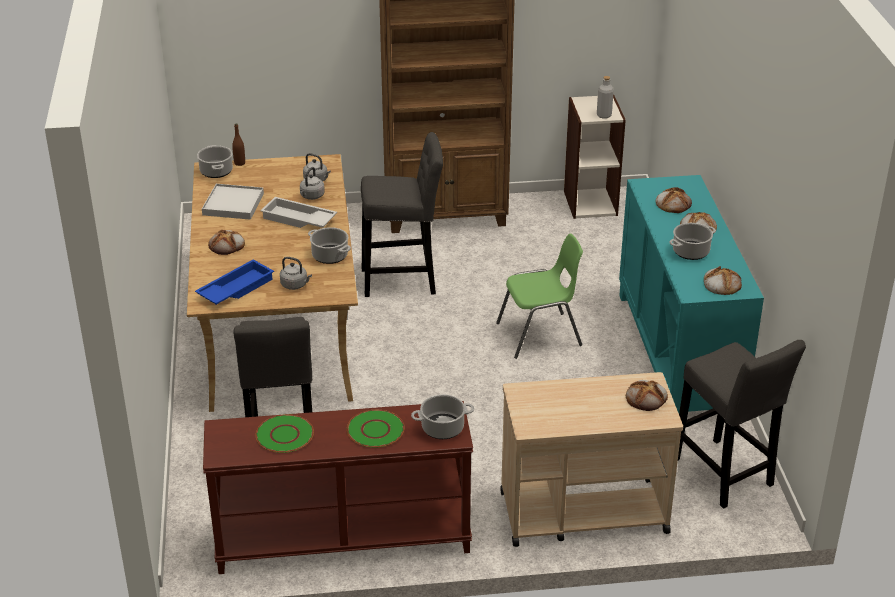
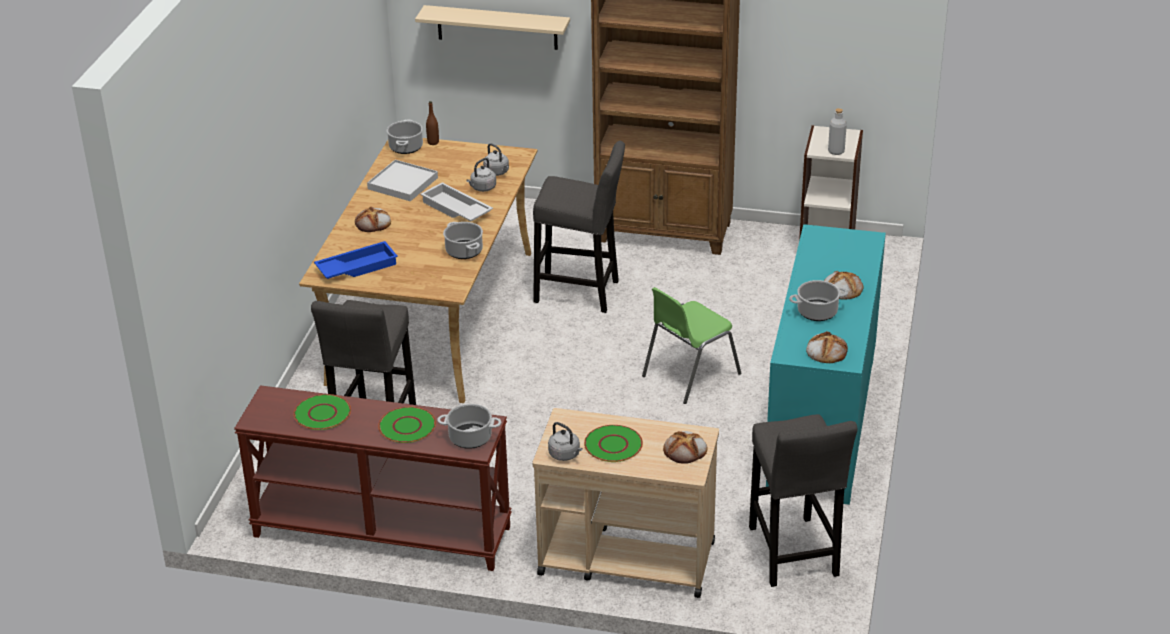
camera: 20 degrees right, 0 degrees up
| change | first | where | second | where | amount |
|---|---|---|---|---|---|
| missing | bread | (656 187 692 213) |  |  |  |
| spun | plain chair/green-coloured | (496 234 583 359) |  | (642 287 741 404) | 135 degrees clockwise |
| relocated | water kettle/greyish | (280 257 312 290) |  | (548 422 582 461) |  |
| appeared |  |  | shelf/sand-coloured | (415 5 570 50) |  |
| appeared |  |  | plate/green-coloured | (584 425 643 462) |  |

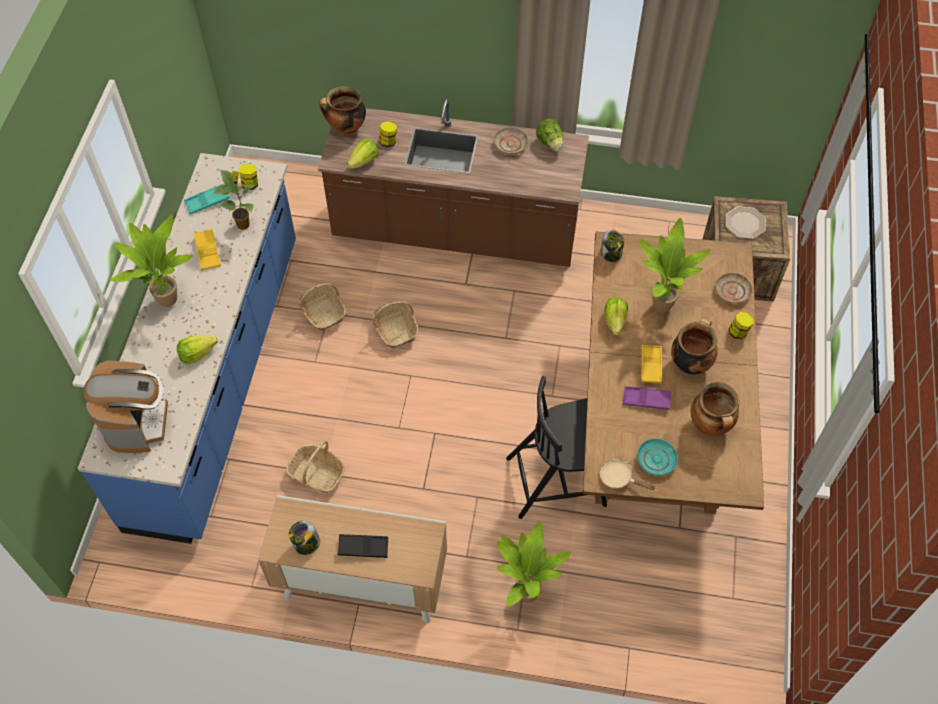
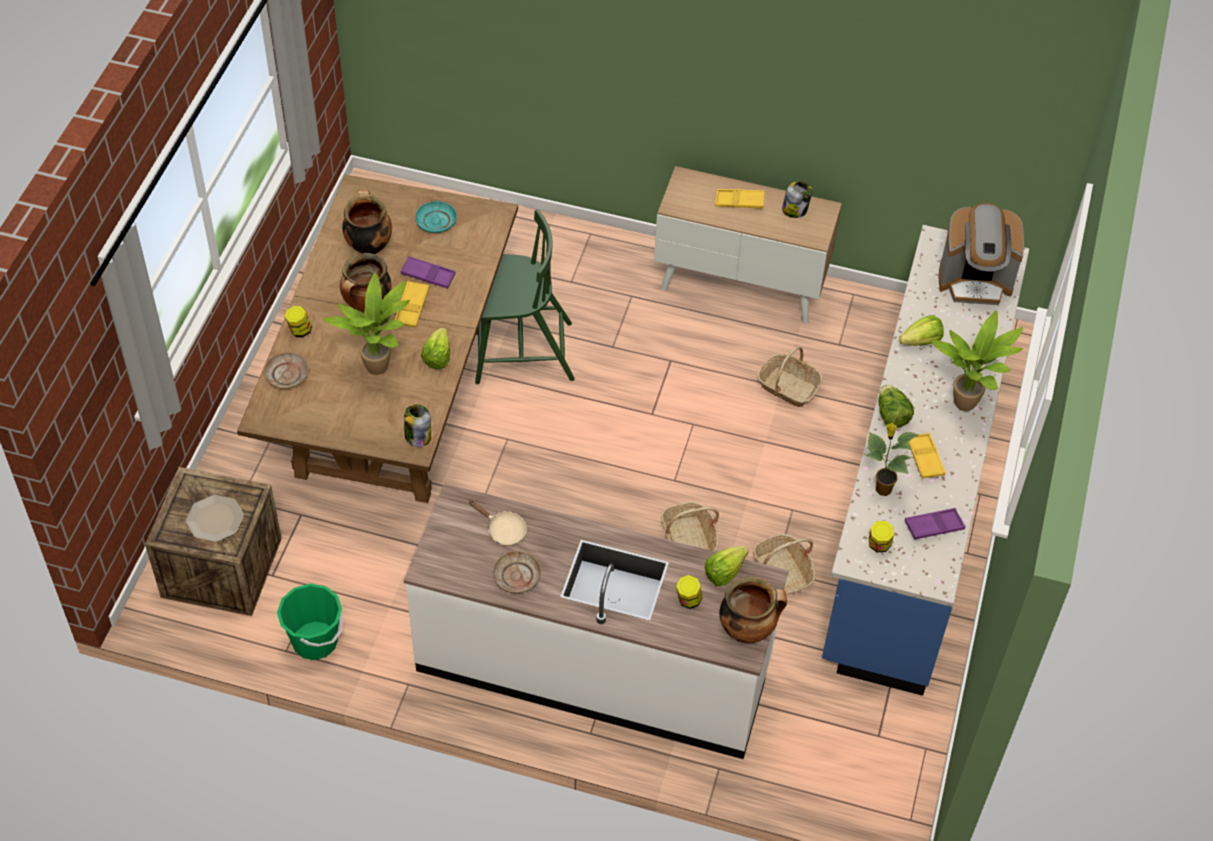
camera: 175 degrees left, 5 degrees down
| change | first | where | second | where | amount |
|---|---|---|---|---|---|
| colour | counter/brown-coloured | (318 99 589 267) | counter/whitish | (404 483 789 759) |  |
| relocated | lettuce | (536 119 563 151) |  | (878 385 914 428) |  |
| colour | serving tray/turquoise-coloured | (184 184 230 215) | serving tray/purple | (904 508 966 540) |  |
| spun | coffee maker | (84 361 168 453) |  | (939 203 1024 305) | 90 degrees counterclockwise |
| colour | plain chair/blackish | (506 376 607 519) | plain chair/green-coloured | (475 209 575 384) |  |
| relocated | frying pan/sand-coloured | (600 459 655 490) |  | (469 500 527 546) |  |
| missing | plant in a pot | (497 521 571 606) |  |  |  |
| colour | serving tray/blackish | (338 534 388 558) | serving tray/yellowish | (715 189 765 208) |  |
| appeared |  |  | bucket/green-coloured | (277 583 343 660) |  |

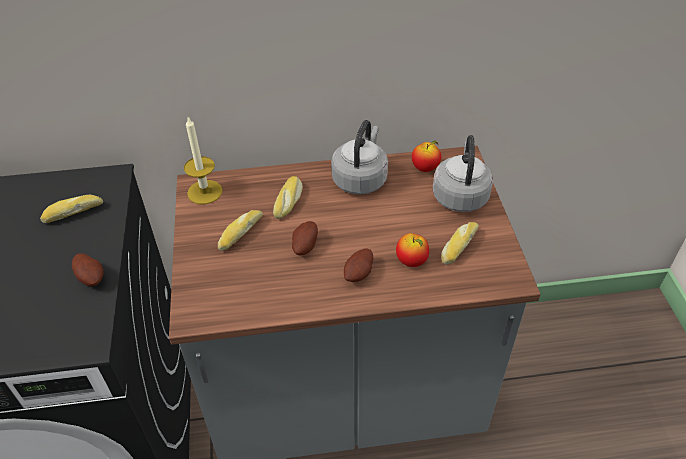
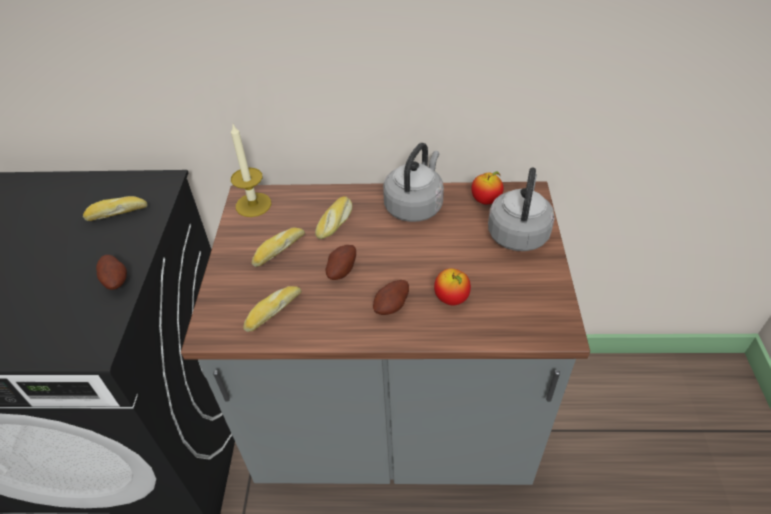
camera: 10 degrees right, 0 degrees up
| change | first | where | second | where | amount |
|---|---|---|---|---|---|
| relocated | bread | (441 222 479 265) |  | (243 286 302 332) |  |

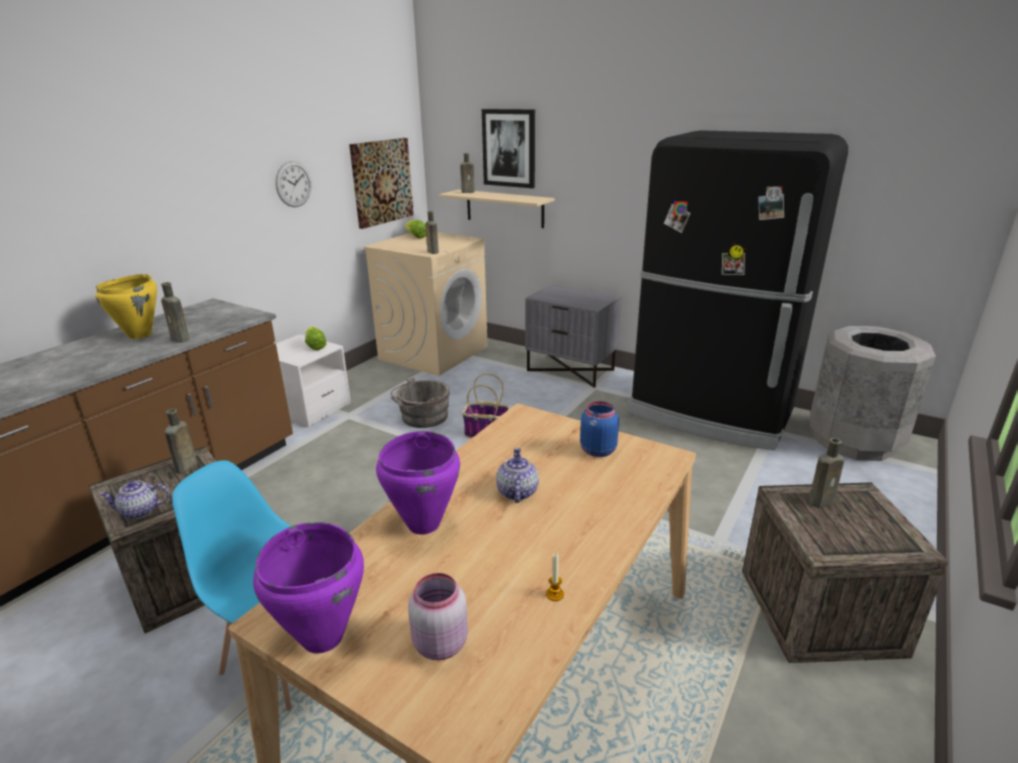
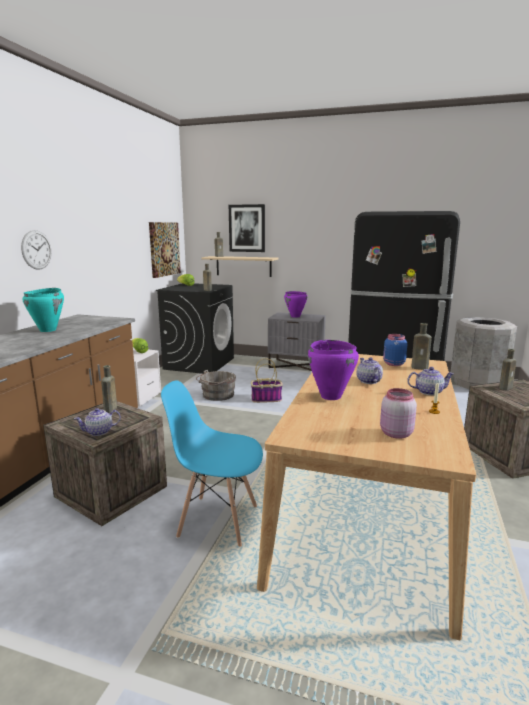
camera: 15 degrees left, 10 degrees down
| change | first | where | second | where | amount |
|---|---|---|---|---|---|
| relocated | hanging clock | (275 161 311 207) |  | (21 230 52 270) |  |
| colour | washing machine/sand-coloured | (363 232 487 376) | washing machine/blackish | (156 283 234 374) |  |
| colour | cooking pot/yellowish | (95 274 157 339) | cooking pot/turquoise-coloured | (22 288 64 332) |  |
| relocated | bottle/brown-coloured | (161 282 189 343) |  | (411 323 432 370) |  |
| relocated | cooking pot/purple | (253 522 364 654) |  | (284 291 308 318) |  |
| appeared |  |  | teapot | (407 367 454 395) |  |

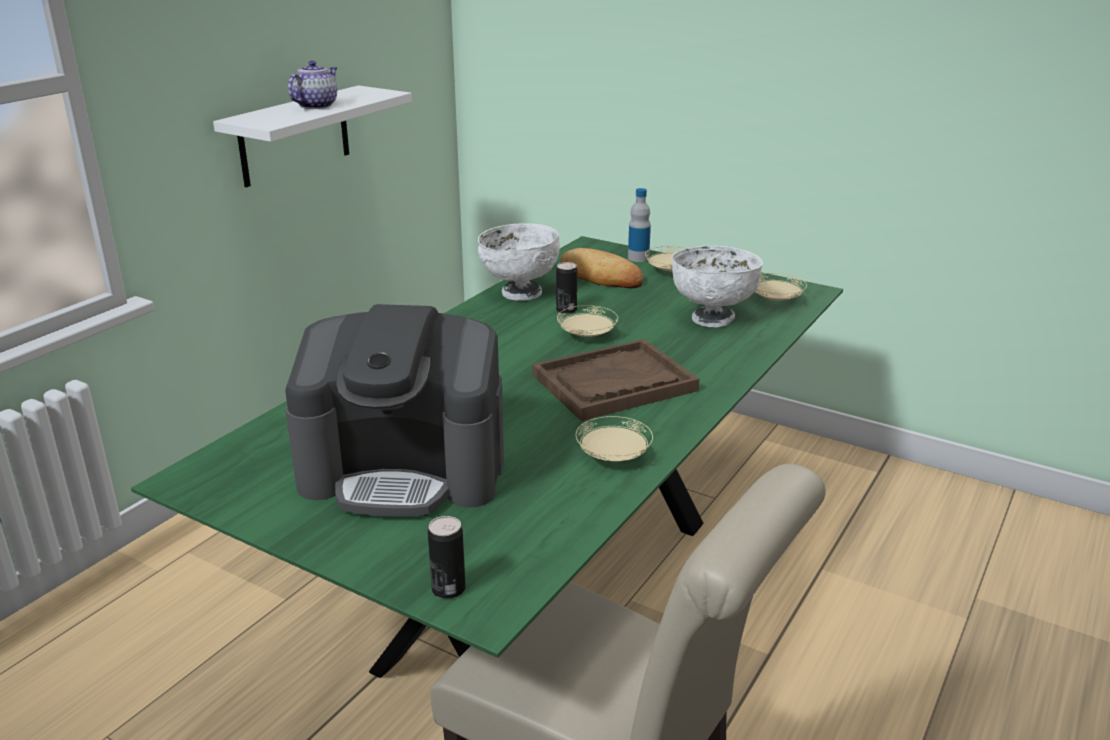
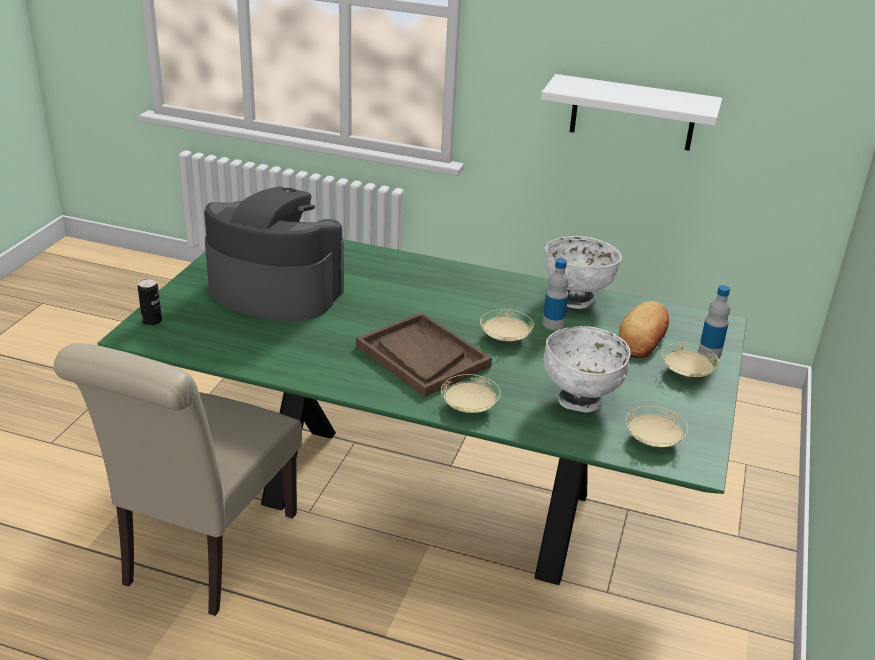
camera: 75 degrees right, 5 degrees up
| change | first | where | second | where | amount |
|---|---|---|---|---|---|
| missing | teapot | (288 61 337 109) |  |  |  |
| exchanged | sealed can | (556 262 577 314) | bottle | (543 258 569 330) |  |
| spun | coffee maker | (285 304 504 516) |  | (204 186 344 321) | 120 degrees clockwise |
| relocated | plate/sand-coloured | (576 416 653 461) |  | (441 374 501 413) |  |

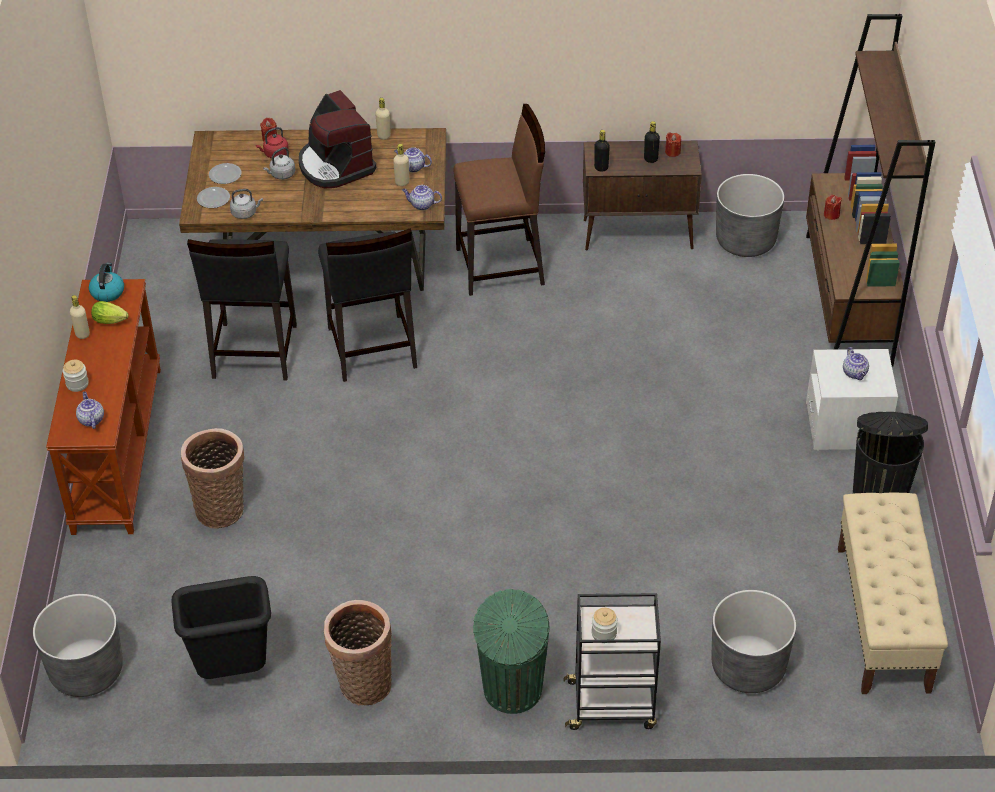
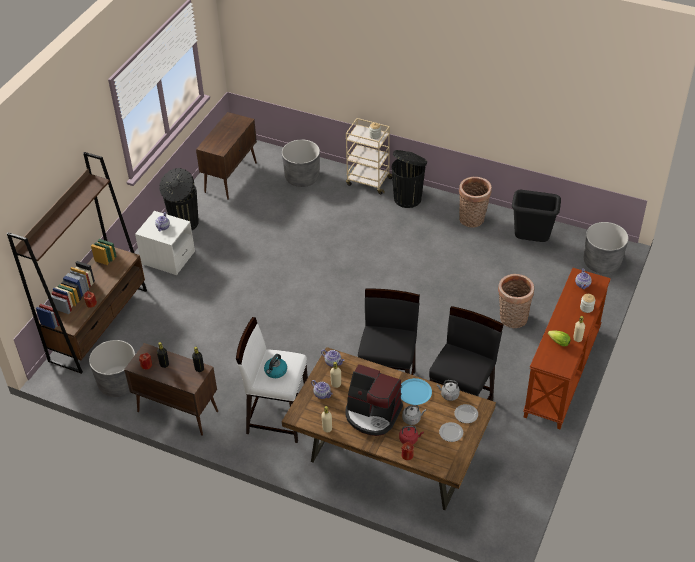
camera: 155 degrees left, 0 degrees up
| change | first | where | second | where | amount |
|---|---|---|---|---|---|
| spun | coffee maker | (299 90 376 189) |  | (345 364 403 436) | 120 degrees clockwise |
| colour | sitting stool/brown-coloured | (453 104 545 296) | sitting stool/whitish | (236 317 308 443) |  |
| relocated | water kettle | (89 263 124 302) |  | (264 354 287 378) |  |
| exchanged | indoor bench/sand-coloured | (838 493 948 694) | storage cabinet/brown-coloured | (196 112 257 200) |  |
| colour | rubbish bin/green-coloured | (473 589 549 714) | rubbish bin/blackish | (392 150 427 208) |  |
| colour | wheeled cart/blackish | (564 593 661 730) | wheeled cart/sand-coloured | (346 118 392 194) |  |
| appeared |  |  | plate/blue-coloured | (401 378 432 405) |  |

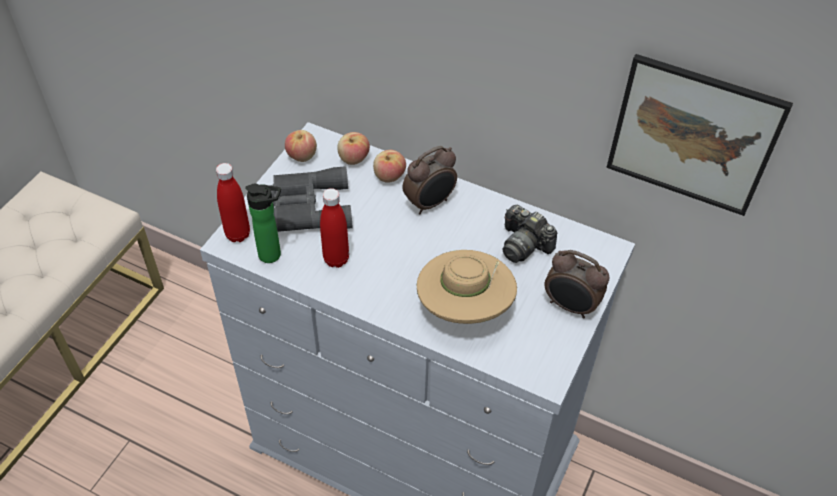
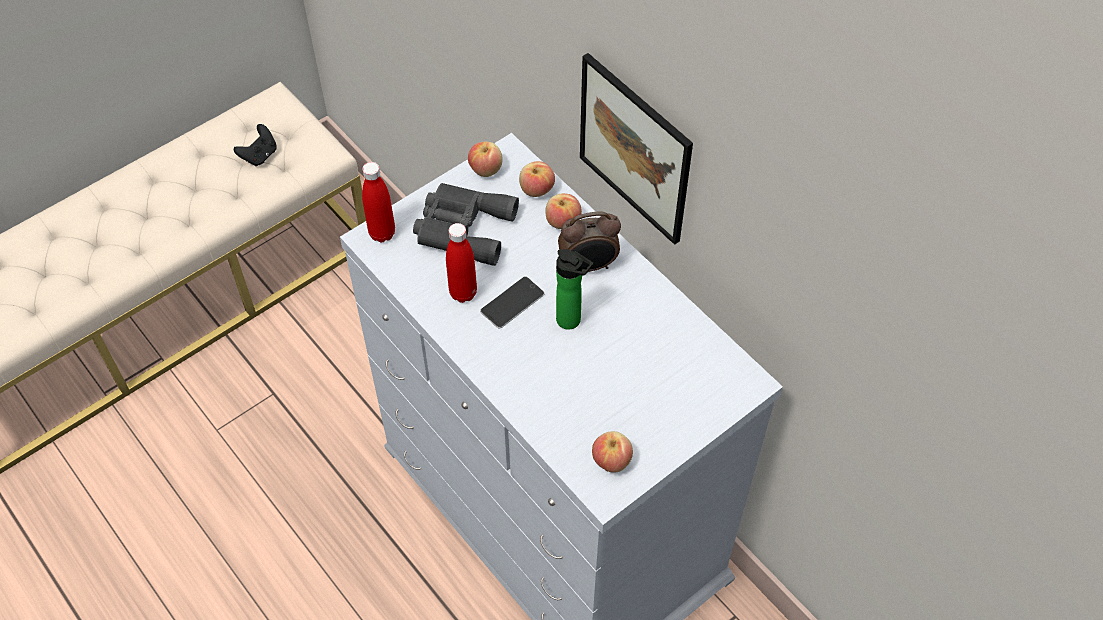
camera: 25 degrees right, 5 degrees up
| change | first | where | second | where | amount |
|---|---|---|---|---|---|
| relocated | wall picture | (606 54 793 216) |  | (580 53 693 245) |  |
| relocated | bottle | (245 184 281 263) |  | (556 249 593 330) |  |
| missing | photo camera | (503 205 558 263) |  |  |  |
| missing | hat/sand-coloured | (417 250 517 324) |  |  |  |
| missing | bedside clock | (544 250 609 318) |  |  |  |
| appeared |  |  | game controller/blackish | (234 124 277 166) |  |
| appeared |  |  | handset | (480 276 545 329) |  |
| appeared |  |  | apple | (592 431 633 473) |  |

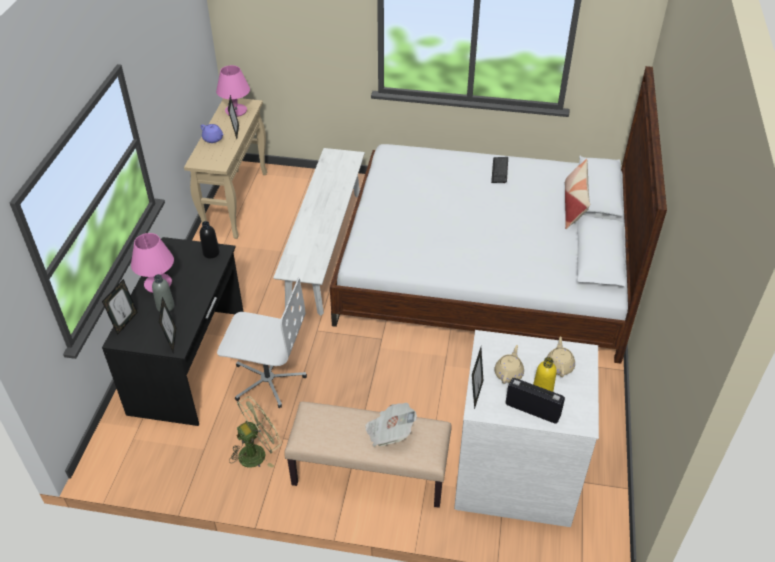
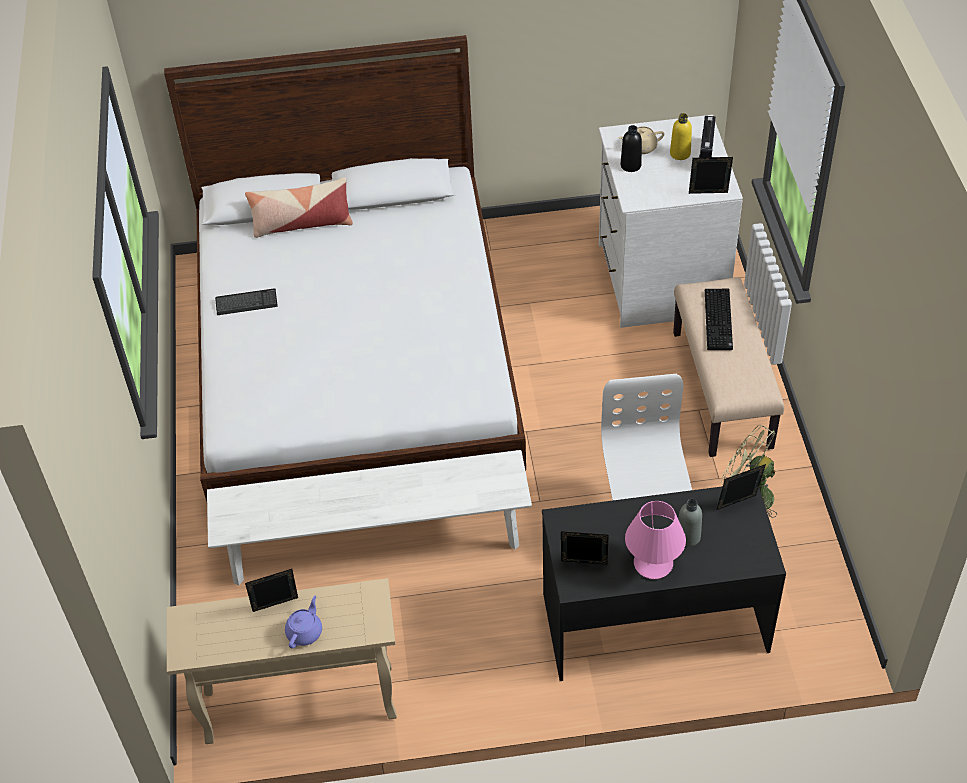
camera: 105 degrees left, 5 degrees up
| change | first | where | second | where | amount |
|---|---|---|---|---|---|
| missing | lamp for a table/pink | (216 65 250 117) |  |  |  |
| relocated | bottle/blackish | (200 221 220 258) |  | (621 125 642 172) |  |
| relocated | picture frame | (102 279 138 335) |  | (561 531 609 564) |  |
| missing | teapot/sand-coloured | (494 345 524 384) |  |  |  |
| exchanged | printed paper | (365 403 417 447) | keyboard | (705 289 733 350) |  |

